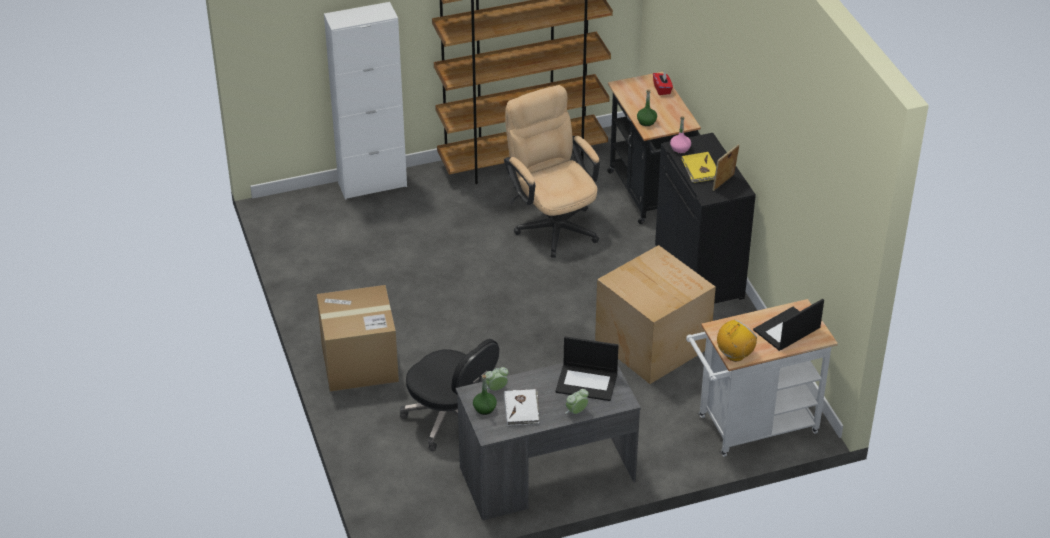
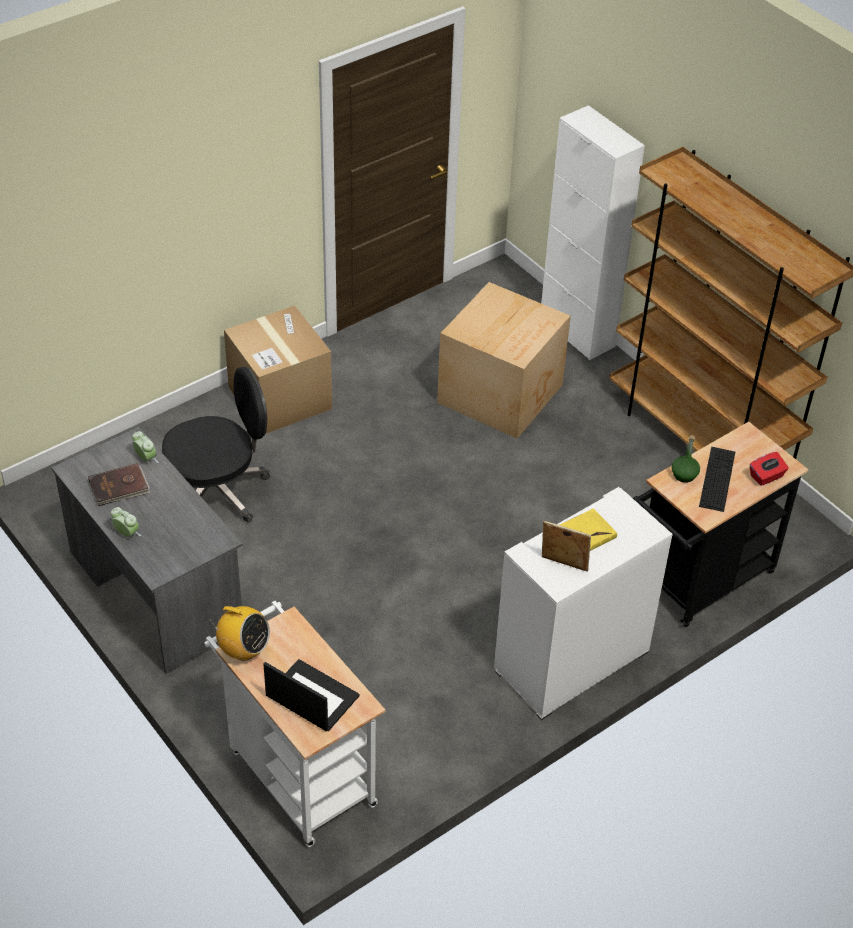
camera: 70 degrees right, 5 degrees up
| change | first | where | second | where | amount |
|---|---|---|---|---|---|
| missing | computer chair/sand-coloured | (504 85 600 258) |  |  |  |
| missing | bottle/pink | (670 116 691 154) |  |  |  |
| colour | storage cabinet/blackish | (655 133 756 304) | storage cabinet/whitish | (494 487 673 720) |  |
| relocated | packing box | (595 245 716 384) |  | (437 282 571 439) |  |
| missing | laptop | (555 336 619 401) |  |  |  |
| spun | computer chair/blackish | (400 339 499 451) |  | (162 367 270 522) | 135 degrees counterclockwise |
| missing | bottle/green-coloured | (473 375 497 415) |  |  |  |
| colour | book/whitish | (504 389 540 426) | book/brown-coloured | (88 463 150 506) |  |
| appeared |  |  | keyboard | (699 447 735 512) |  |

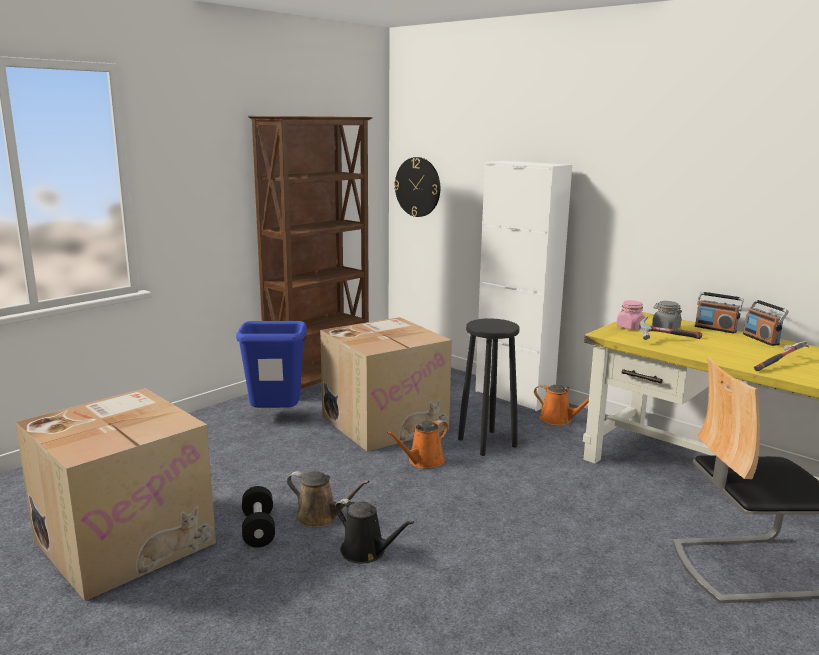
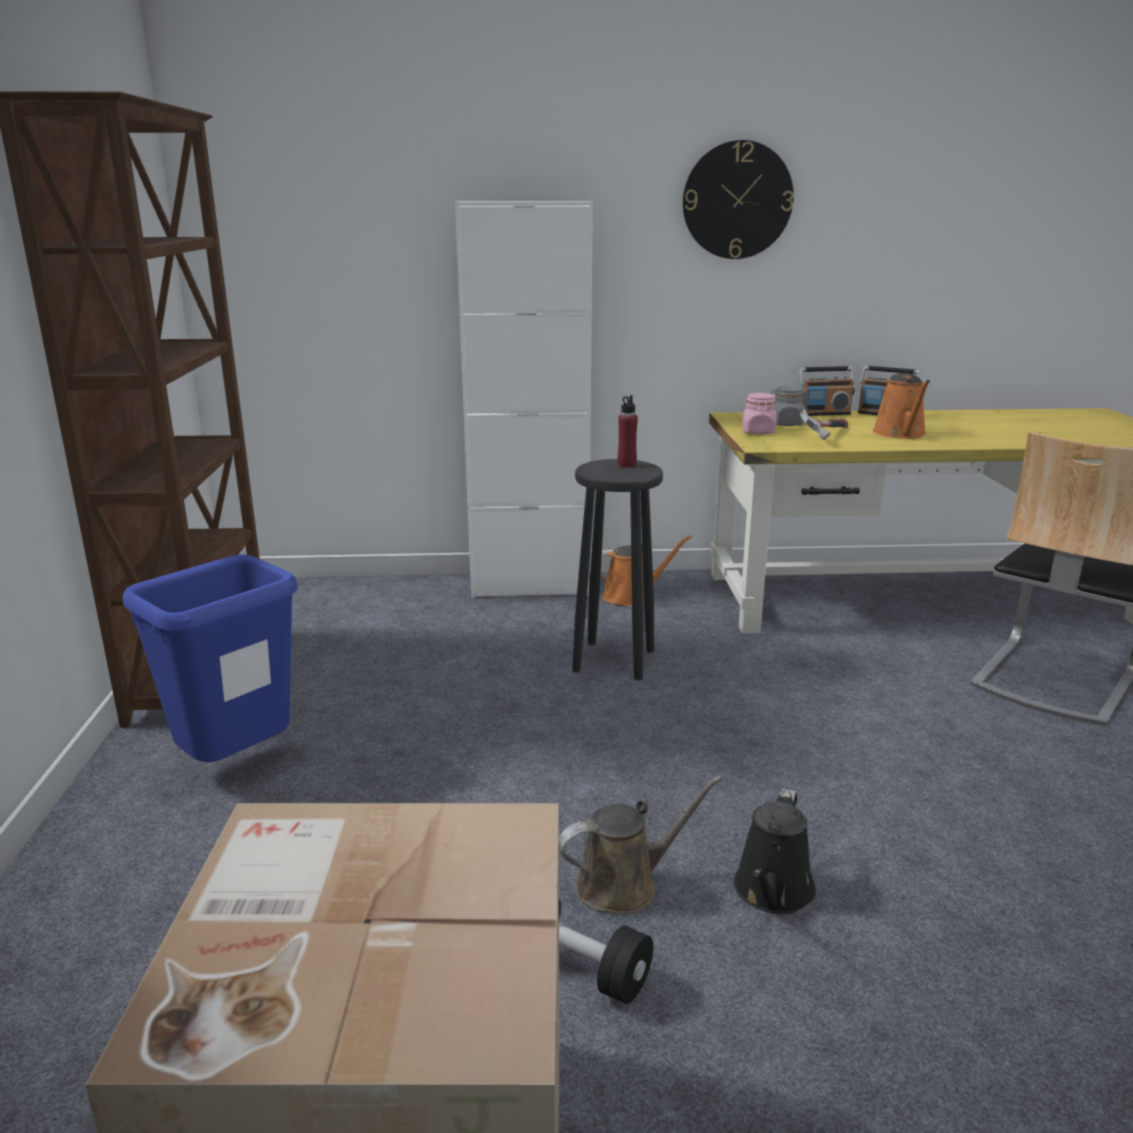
camera: 45 degrees left, 5 degrees up
| change | first | where | second | where | amount |
|---|---|---|---|---|---|
| relocated | hanging clock | (394 157 440 217) |  | (683 140 794 259) |  |
| missing | packing box | (320 317 452 452) |  |  |  |
| missing | hand hammer | (754 341 809 371) |  |  |  |
| relocated | watering pot/orangey | (387 420 448 468) |  | (873 373 930 439) |  |
| spun | watering pot/blackish | (335 499 414 564) |  | (734 789 816 914) | 120 degrees clockwise |
| appeared |  |  | bottle/red | (617 395 638 468) |  |

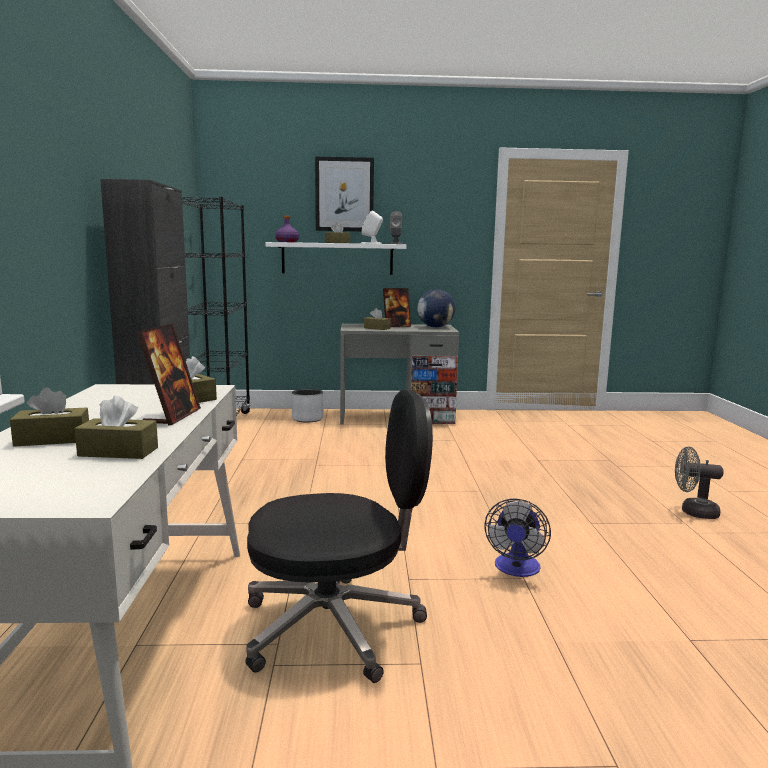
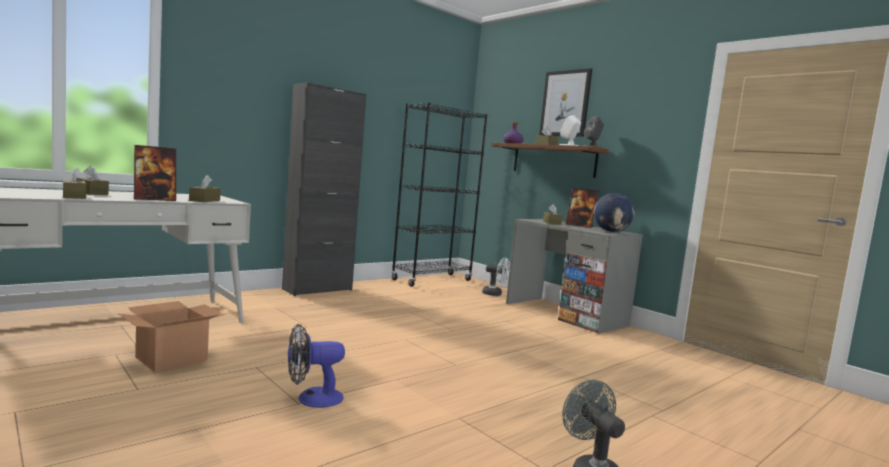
camera: 50 degrees right, 5 degrees down
| change | first | where | second | where | amount |
|---|---|---|---|---|---|
| colour | shelf/whitish | (266 242 406 275) | shelf/brown-coloured | (491 143 609 178) |  |
| exchanged | computer chair/blackish | (245 389 433 683) | packing box | (119 301 225 373) |  |
| exchanged | plant pot/greyish | (292 389 324 423) | electric fan/whitish | (482 258 510 296) |  |

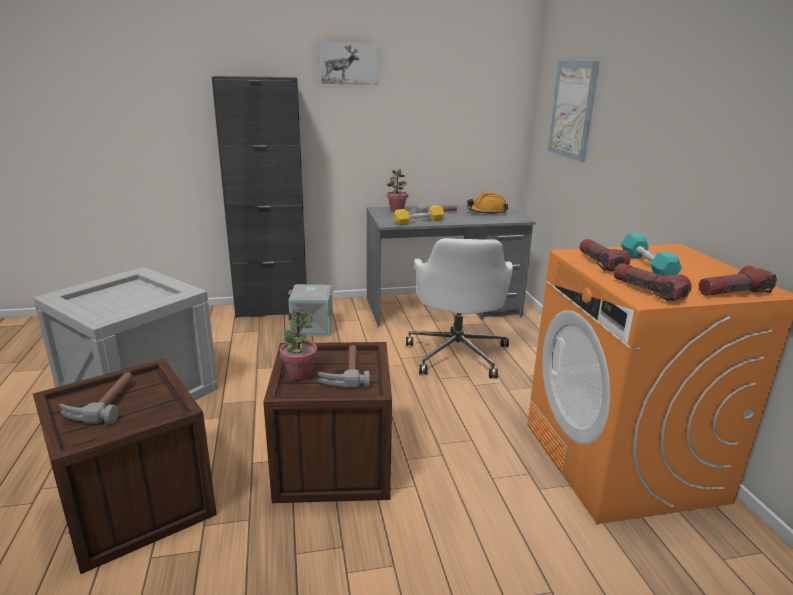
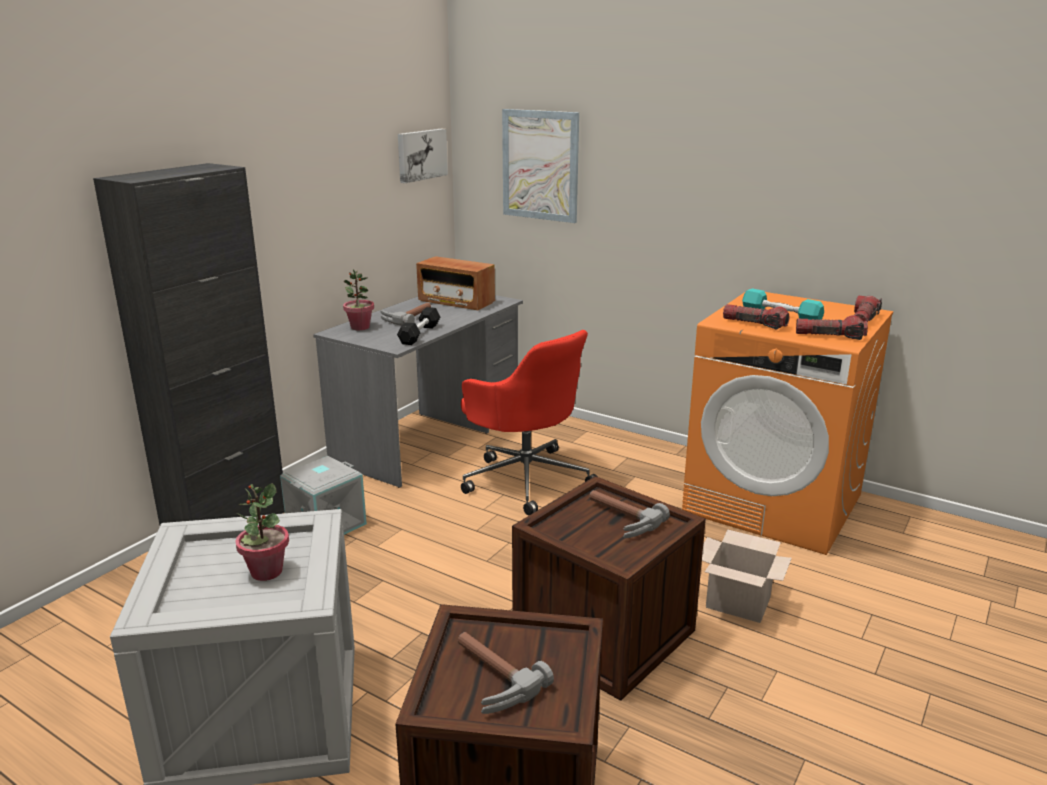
camera: 45 degrees left, 0 degrees up
| change | first | where | second | where | amount |
|---|---|---|---|---|---|
| relocated | wall picture | (320 42 378 85) |  | (398 129 448 183) |  |
| exchanged | safety helmet/orangey | (467 192 508 215) | radio | (416 256 495 310) |  |
| colour | dumbbell/yellowish | (394 205 444 226) | dumbbell/blackish | (397 307 440 345) |  |
| colour | computer chair/whitish | (406 238 513 378) | computer chair/red | (461 330 598 515) |  |
| relocated | plant in a pot | (280 308 317 380) |  | (235 483 289 581) |  |
| appeared |  |  | packing box | (702 530 792 623) |  |

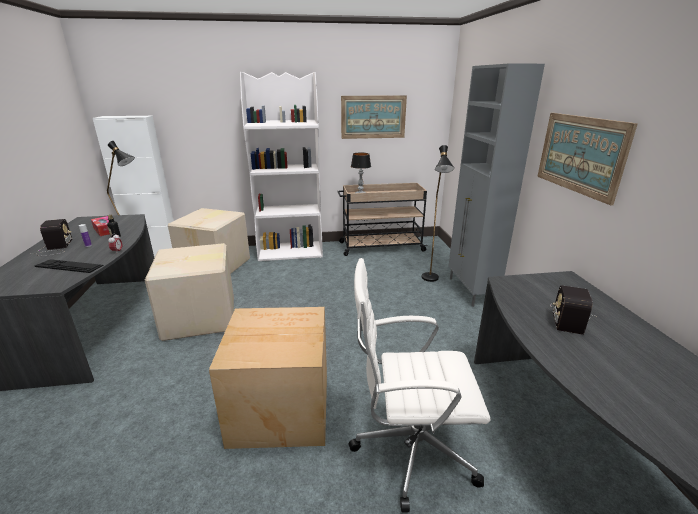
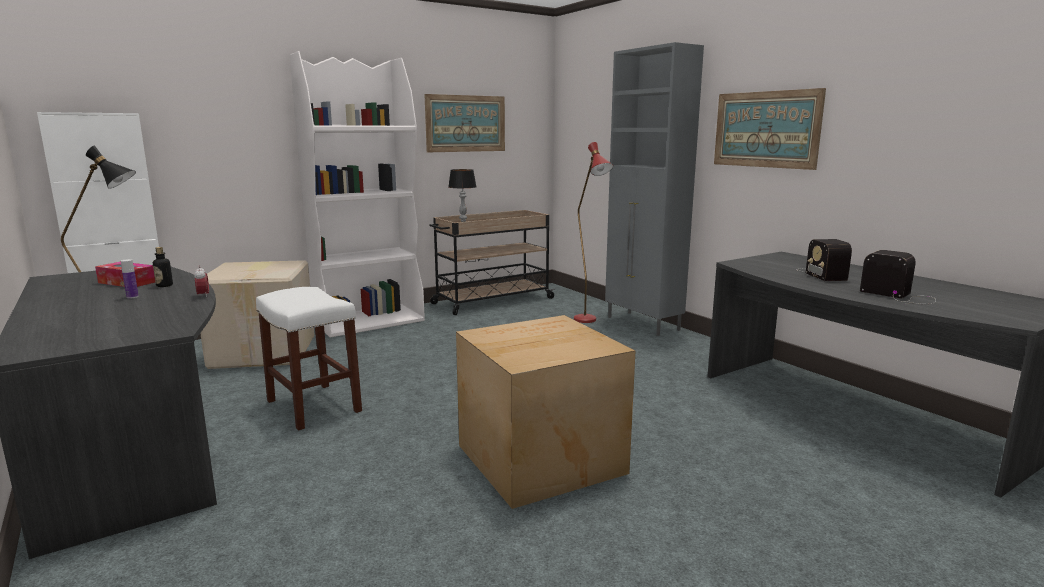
camera: 25 degrees left, 10 degrees down
| change | first | where | second | where | amount |
|---|---|---|---|---|---|
| colour | standing lamp/blackish | (421 145 454 282) | standing lamp/red | (574 142 613 323) |  |
| relocated | radio | (30 219 73 256) |  | (860 250 936 304) |  |
| exchanged | packing box | (145 243 234 341) | sitting stool/whitish | (256 287 362 430) |  |
| missing | computer chair/whitish | (349 258 490 512) |  |  |  |
| missing | keyboard | (35 259 104 273) |  |  |  |

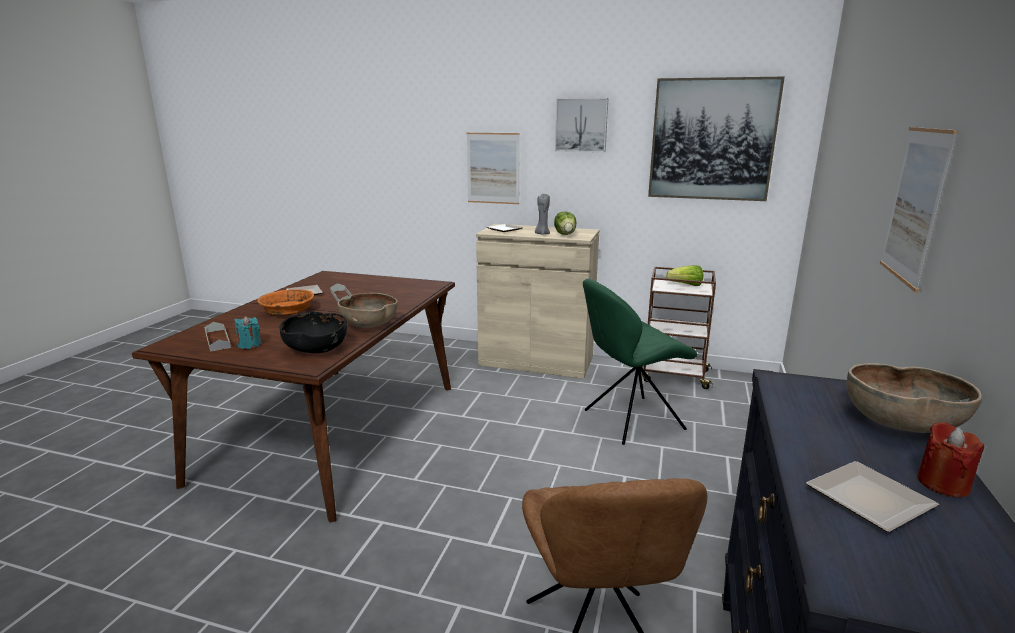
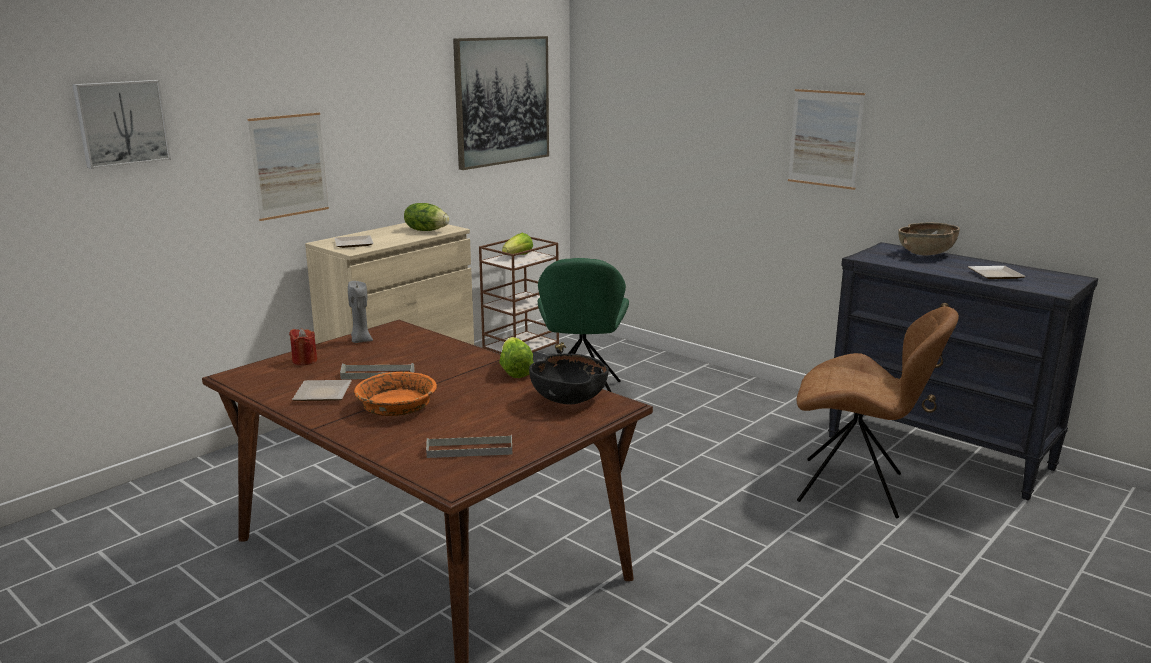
camera: 65 degrees left, 0 degrees up
| change | first | where | second | where | amount |
|---|---|---|---|---|---|
| relocated | wall picture | (555 98 608 152) |  | (72 80 171 169) |  |
| relocated | wax candle/greyish | (535 194 550 235) |  | (348 281 373 343) |  |
| exchanged | deep dish/brown-coloured | (337 293 398 328) | lettuce | (499 337 534 378) |  |
| missing | wax candle/turquoise-coloured | (235 316 261 349) |  |  |  |
| relocated | wax candle/red | (917 422 984 498) |  | (289 328 317 365) |  |

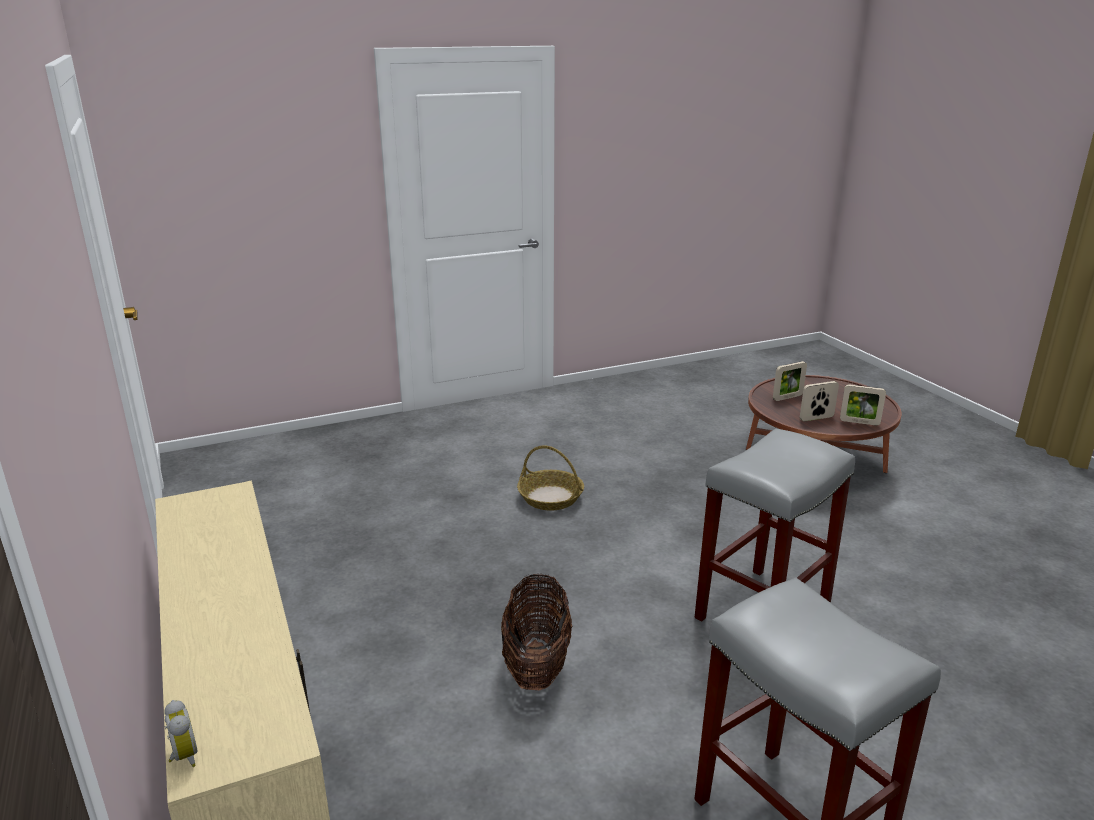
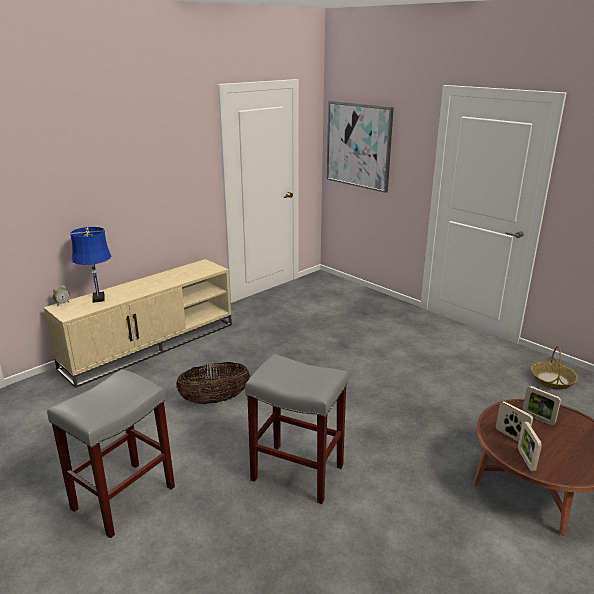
camera: 70 degrees right, 0 degrees up
| change | first | where | second | where | amount |
|---|---|---|---|---|---|
| relocated | basket | (517 445 584 510) |  | (531 346 578 390) |  |
| appeared |  |  | wall picture | (327 101 394 193) |  |
| appeared |  |  | lamp for a table/blue-coloured | (70 227 111 303) |  |

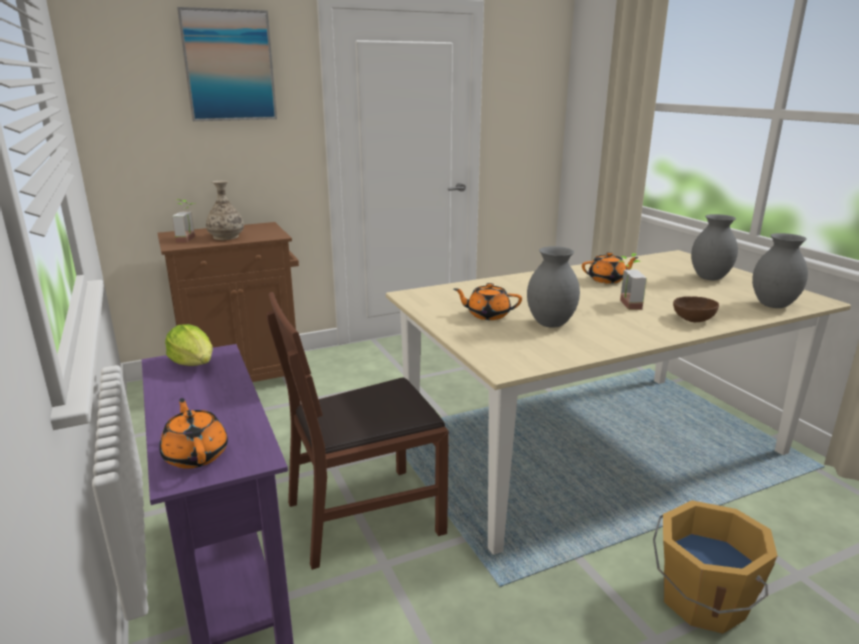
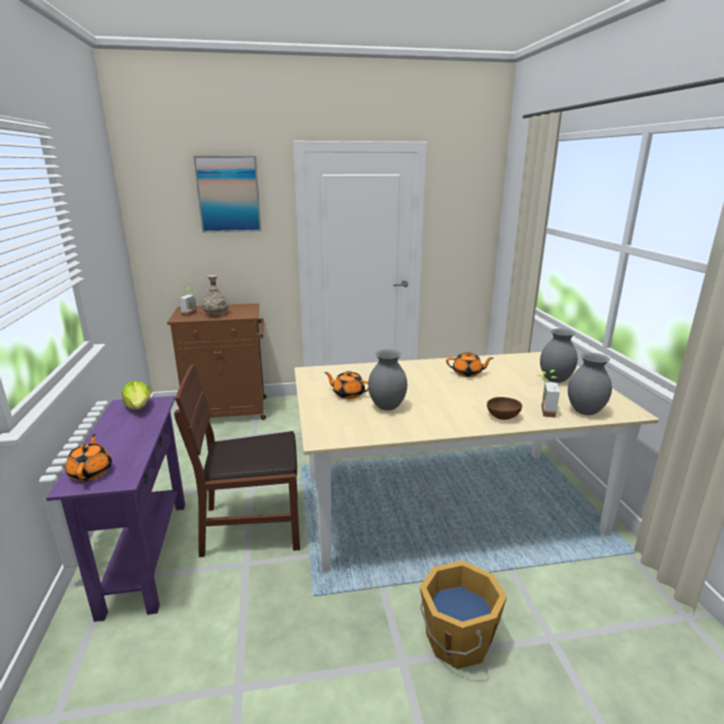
camera: 15 degrees right, 0 degrees up
| change | first | where | second | where | amount |
|---|---|---|---|---|---|
| relocated | plant in a pot | (618 253 647 310) |  | (537 370 560 418) |  |

